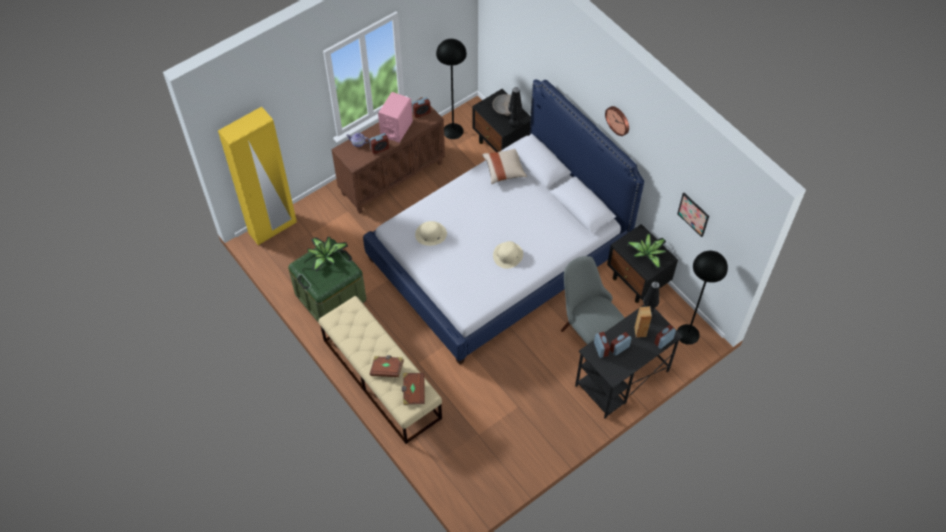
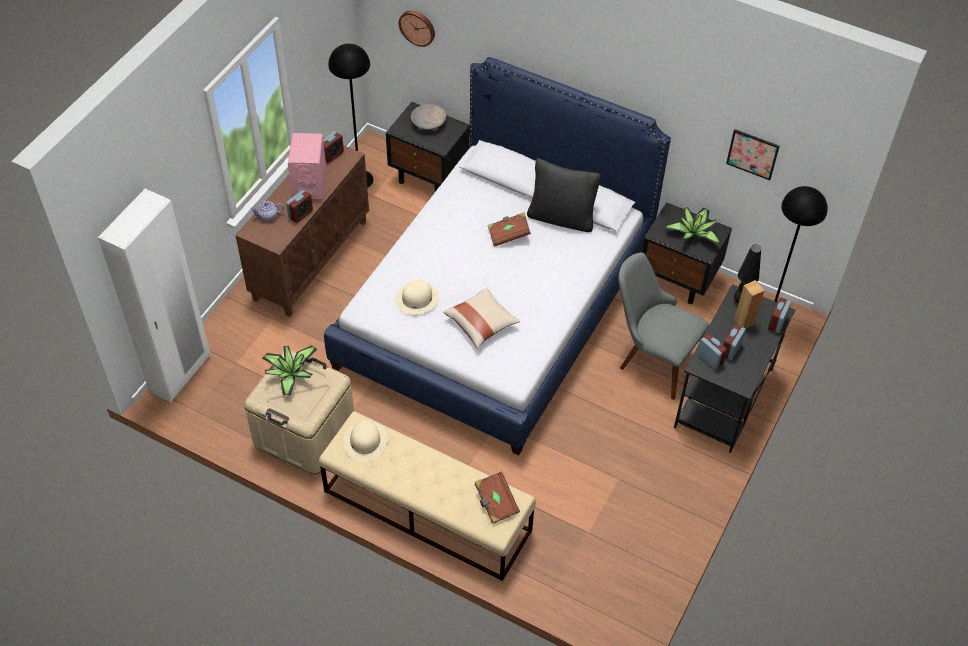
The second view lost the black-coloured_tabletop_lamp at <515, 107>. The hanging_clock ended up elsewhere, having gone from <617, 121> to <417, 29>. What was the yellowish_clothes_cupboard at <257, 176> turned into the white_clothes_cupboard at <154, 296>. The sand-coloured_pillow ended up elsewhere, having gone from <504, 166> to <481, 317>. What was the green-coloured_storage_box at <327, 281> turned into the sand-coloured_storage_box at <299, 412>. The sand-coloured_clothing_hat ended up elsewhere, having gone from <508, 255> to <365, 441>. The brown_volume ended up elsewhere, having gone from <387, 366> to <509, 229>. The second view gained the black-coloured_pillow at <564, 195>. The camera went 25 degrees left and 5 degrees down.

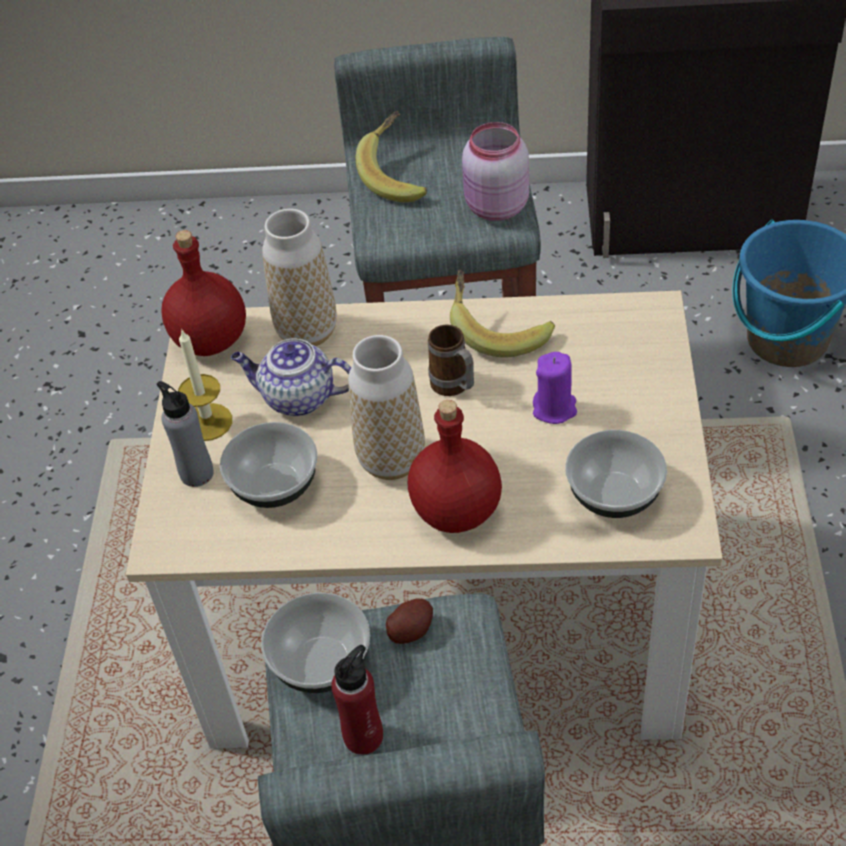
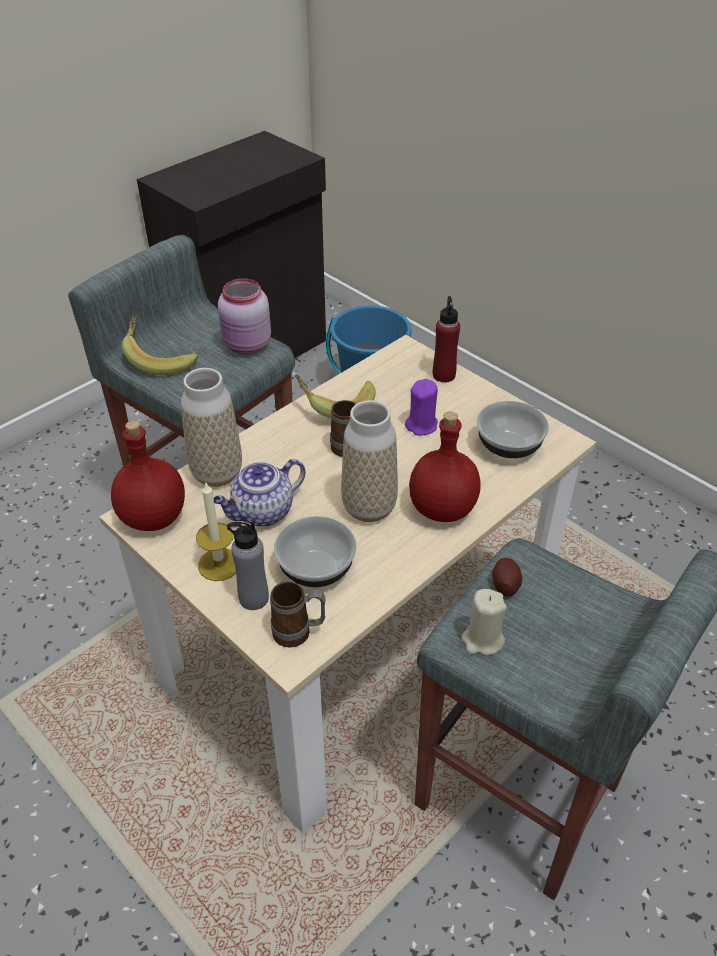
Where the serving_bowl stood at <315, 643>, the sand-coloured_wax_light came to stand at <484, 622>. The reddish_bottle ended up elsewhere, having gone from <357, 700> to <446, 339>. The second view gained the coffee_mug at <297, 614>. The camera went 50 degrees left and 5 degrees down.

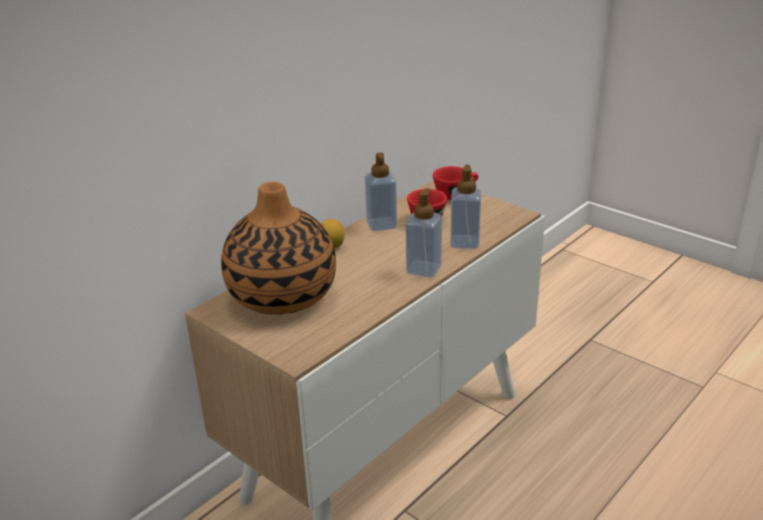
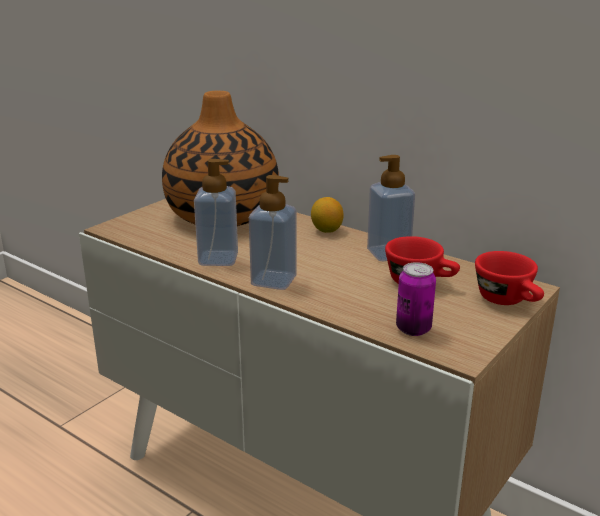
The soap_bottle ended up elsewhere, having gone from <465, 207> to <216, 212>. The second view gained the metal_can at <416, 299>. The camera went 85 degrees right and 5 degrees down.

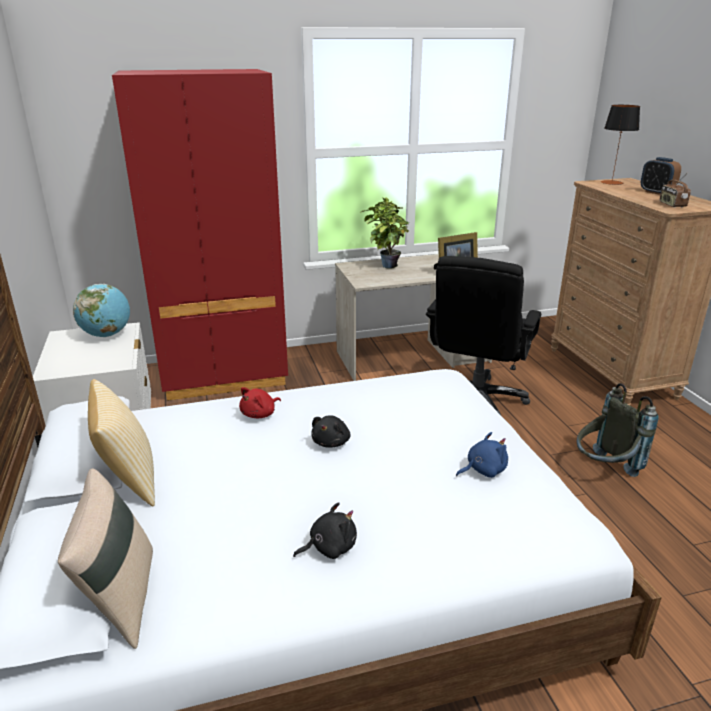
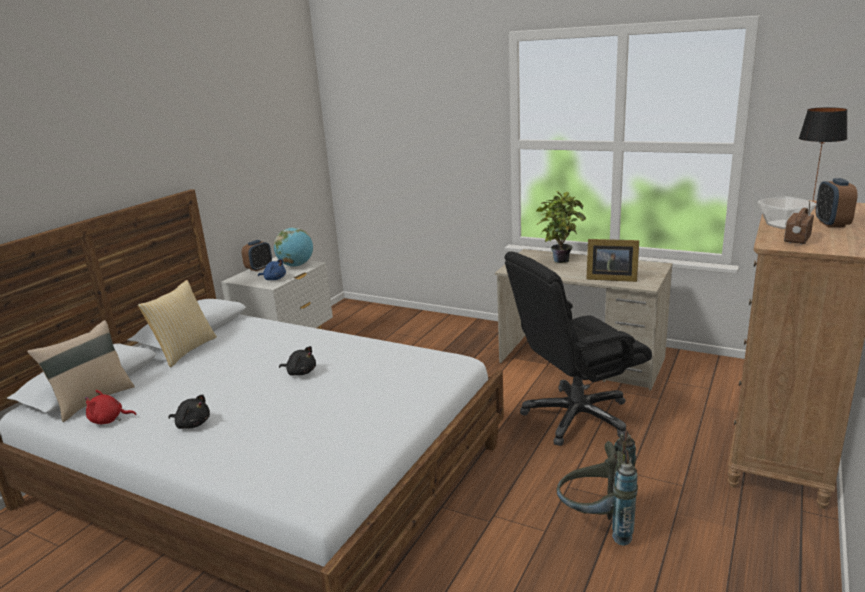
The second view lost the reddish_clothes_cupboard at <200, 235>. The reddish_soft_toy ended up elsewhere, having gone from <260, 402> to <111, 407>. The black-coloured_soft_toy at <331, 431> ended up facing another way, 135 degrees counterclockwise from before. The blue_soft_toy ended up elsewhere, having gone from <482, 455> to <272, 269>. The second view gained the serving_bowl at <787, 212>. The second view gained the alarm_clock at <257, 255>. The camera went 45 degrees right and 5 degrees down.

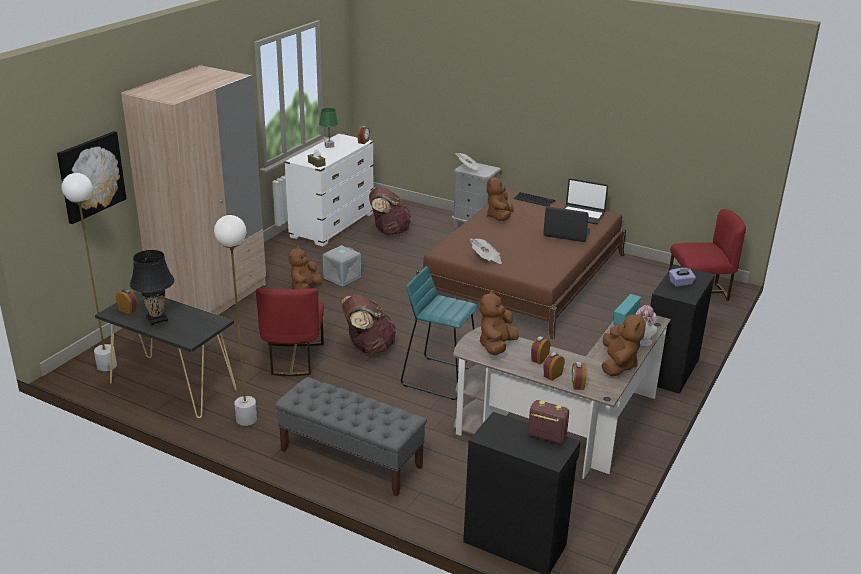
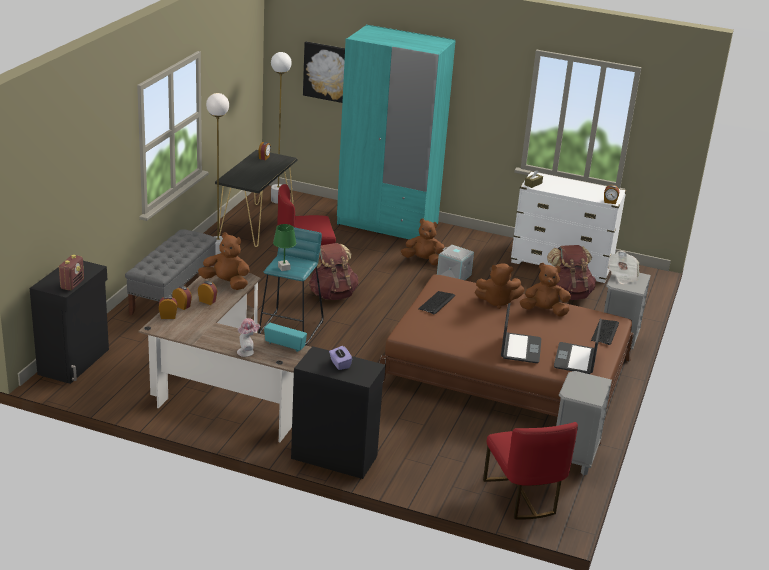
What was the sand-coloured_clothes_cupboard at <193, 190> turned into the turquoise-coloured_clothes_cupboard at <396, 132>. The green-coloured_tabletop_lamp ended up elsewhere, having gone from <329, 128> to <284, 247>. Where the daily_paper stood at <486, 251>, the keyboard came to stand at <436, 302>. The second view lost the black-coloured_tabletop_lamp at <152, 288>. The brown_soft_toy ended up elsewhere, having gone from <624, 344> to <499, 286>. The second view gained the grey_bedside_table at <584, 423>. The camera went 80 degrees right and 0 degrees up.

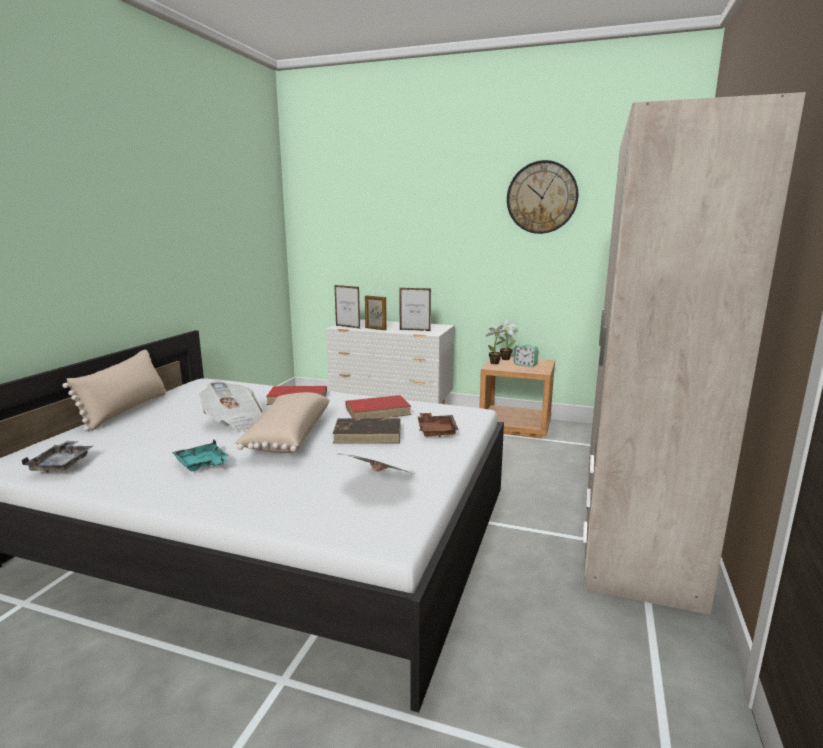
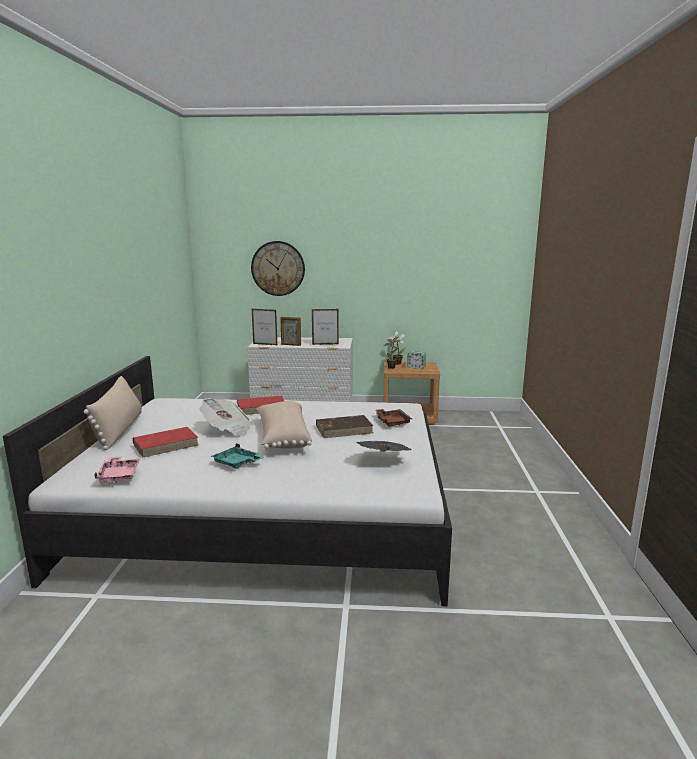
The second view lost the sand-coloured_clothes_cupboard at <694, 353>. The hanging_clock ended up elsewhere, having gone from <542, 197> to <278, 268>. The reddish_volume ended up elsewhere, having gone from <379, 406> to <165, 442>. What was the grey_tray at <57, 457> turned into the pinkish_tray at <117, 469>. The camera went 15 degrees left and 0 degrees up.

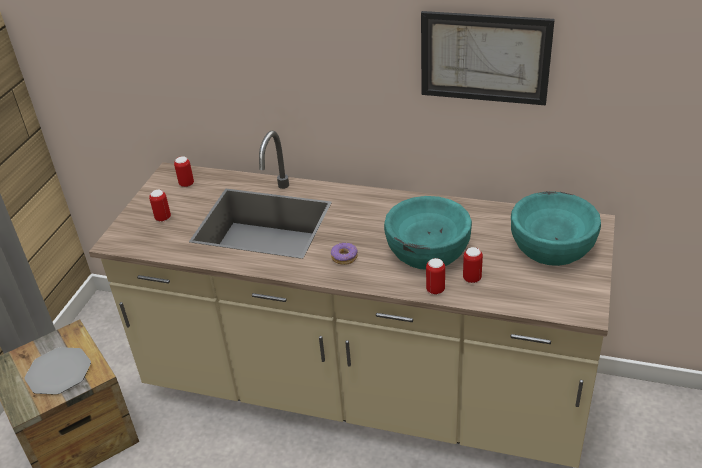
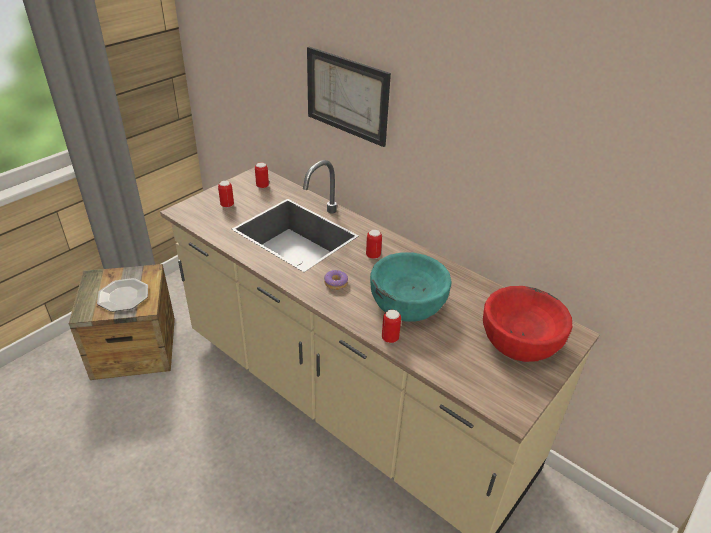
The wall_picture ended up elsewhere, having gone from <488, 58> to <349, 97>. What was the turquoise-coloured_serving_bowl at <556, 228> turned into the reddish_serving_bowl at <527, 324>. The metal_can ended up elsewhere, having gone from <473, 265> to <374, 244>. The camera went 20 degrees right and 0 degrees up.

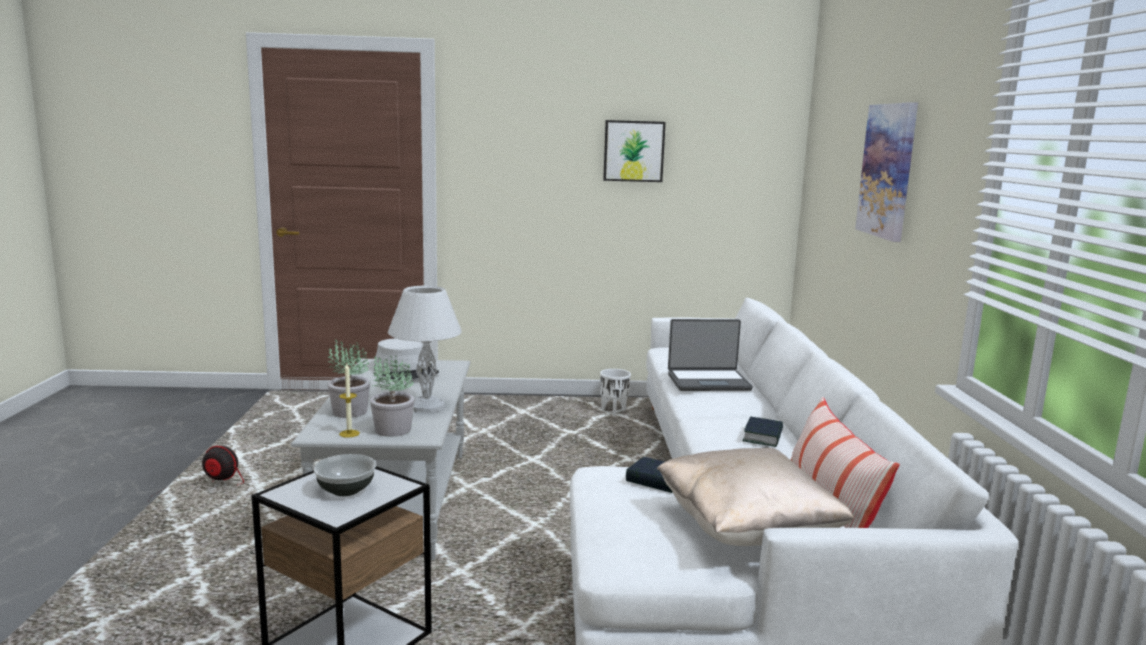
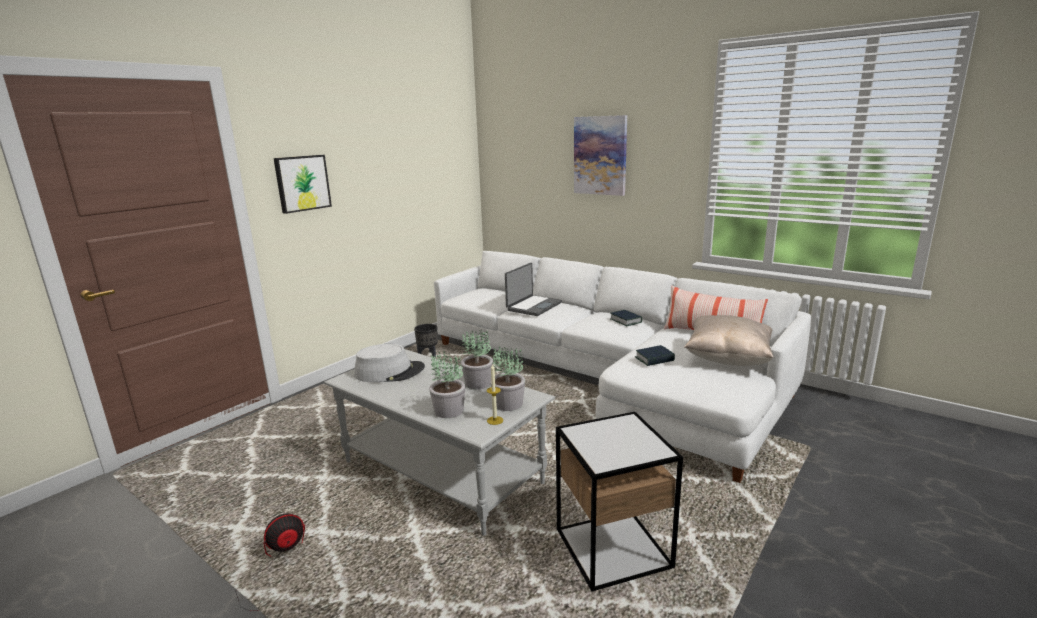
The wall_picture ended up elsewhere, having gone from <634, 151> to <303, 184>. Where the white_tabletop_lamp stood at <425, 349>, the houseplant came to stand at <477, 359>. What was the white_plant_pot at <615, 392> turned into the black-coloured_plant_pot at <426, 341>. The second view lost the serving_bowl at <344, 475>. The camera went 50 degrees left and 5 degrees up.

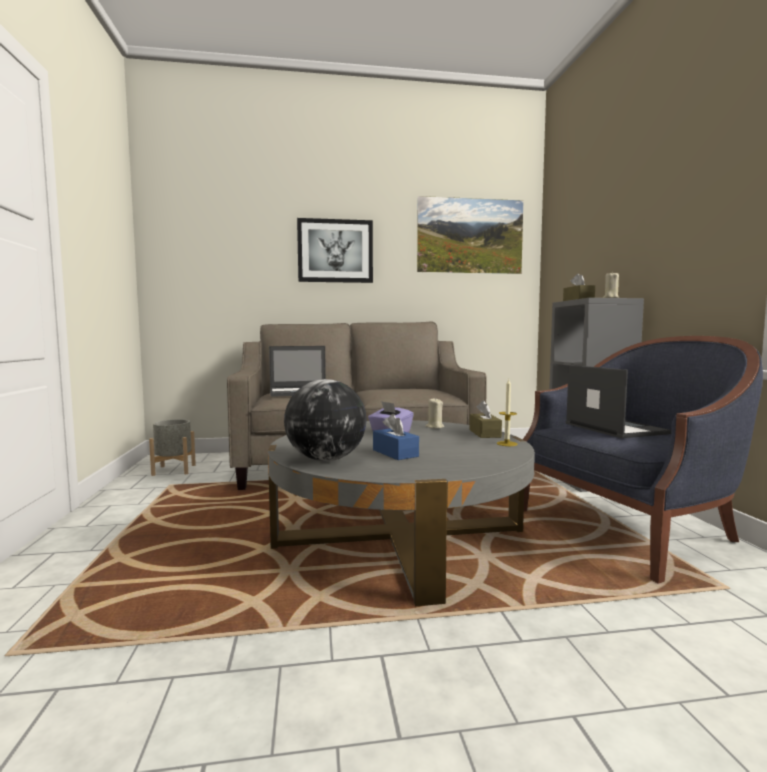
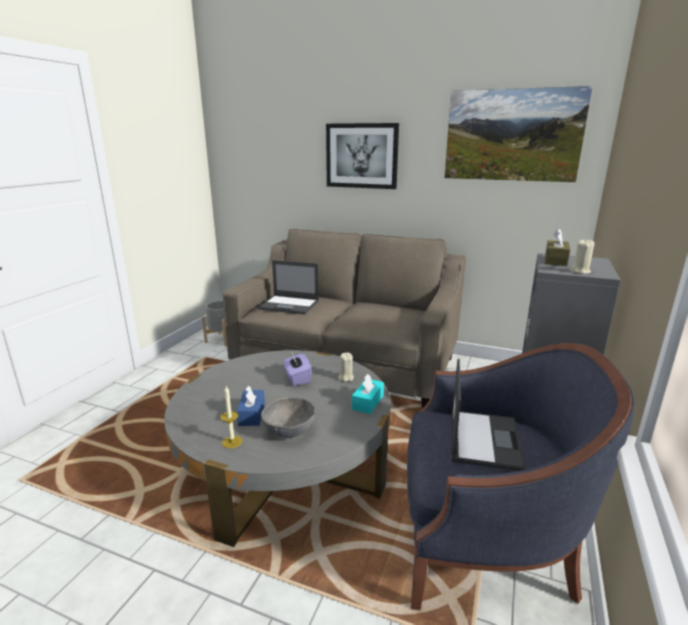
The second view lost the globe at <325, 420>. The wax_light ended up elsewhere, having gone from <507, 412> to <231, 417>. What was the brown_tissue_holder at <485, 419> turned into the turquoise-coloured_tissue_holder at <368, 394>. The second view gained the grey_serving_bowl at <288, 417>. The camera went 30 degrees right and 15 degrees up.

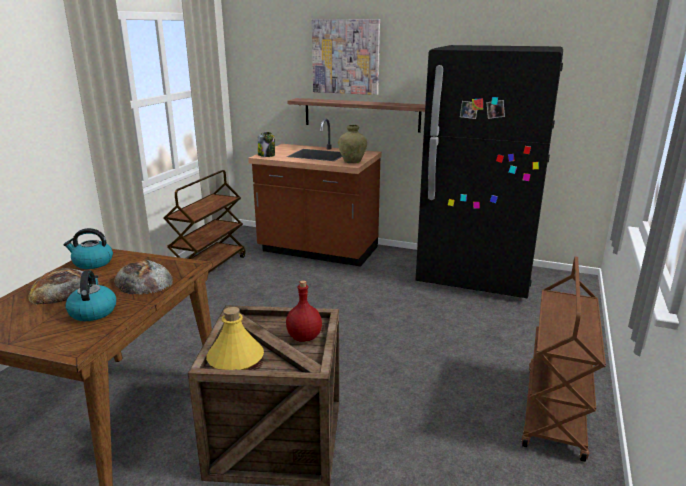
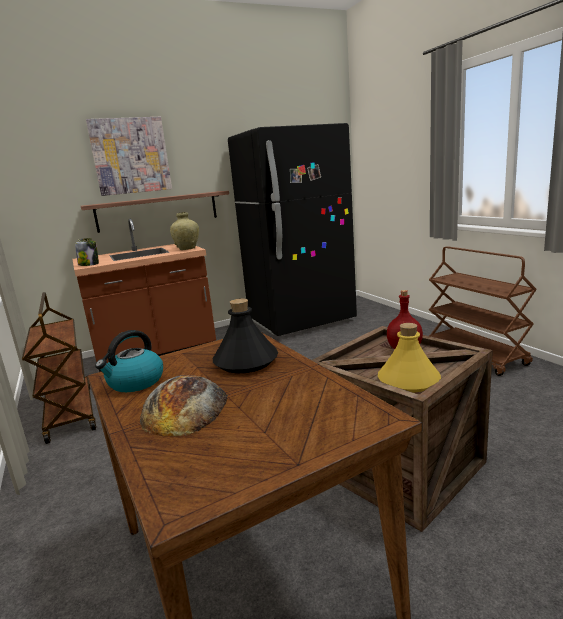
Where the bakery_bread stood at <143, 277>, the black-coloured_bottle came to stand at <245, 335>. The second view lost the kettle at <90, 295>. The camera went 45 degrees left and 5 degrees down.

